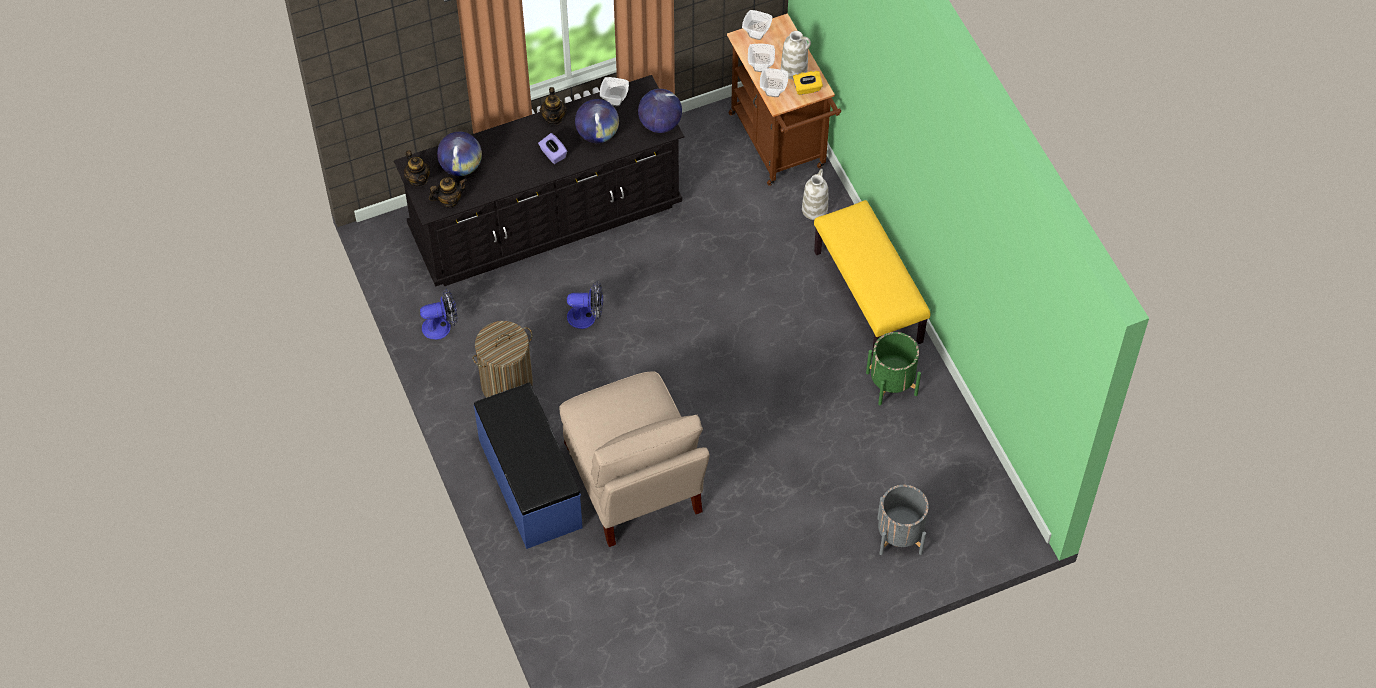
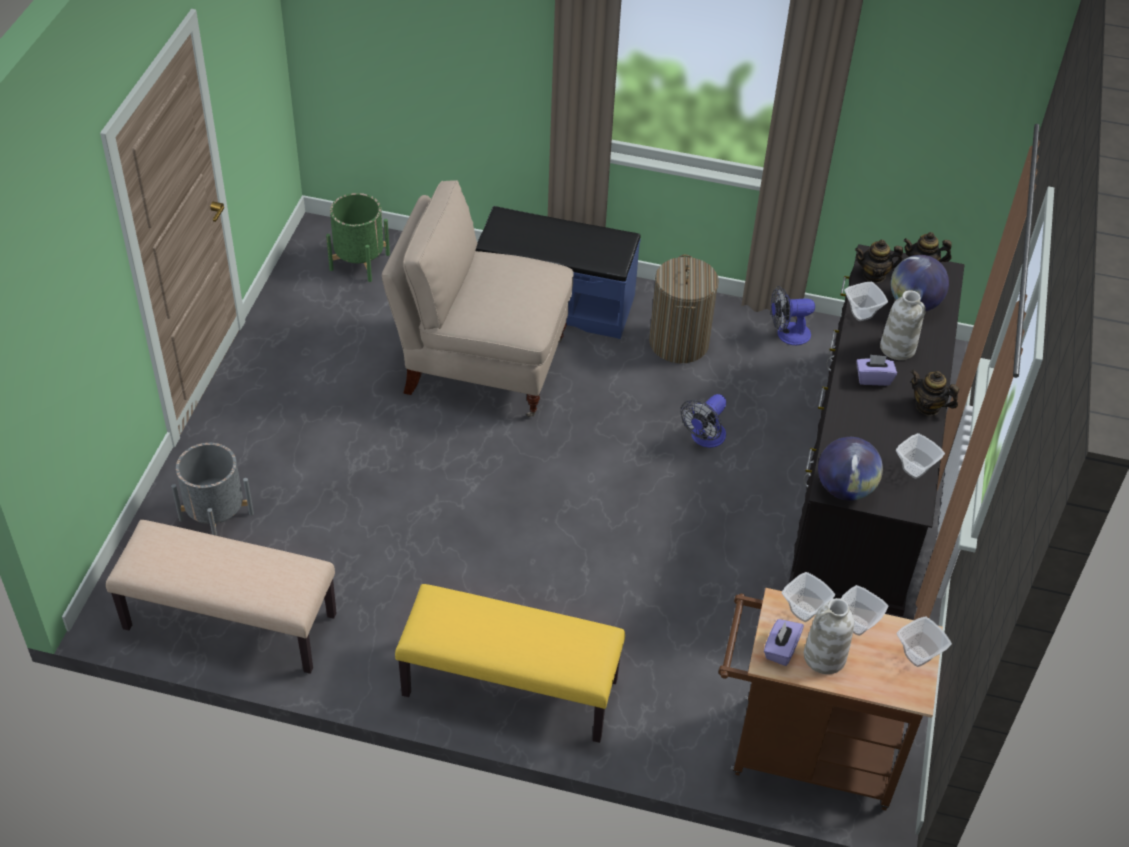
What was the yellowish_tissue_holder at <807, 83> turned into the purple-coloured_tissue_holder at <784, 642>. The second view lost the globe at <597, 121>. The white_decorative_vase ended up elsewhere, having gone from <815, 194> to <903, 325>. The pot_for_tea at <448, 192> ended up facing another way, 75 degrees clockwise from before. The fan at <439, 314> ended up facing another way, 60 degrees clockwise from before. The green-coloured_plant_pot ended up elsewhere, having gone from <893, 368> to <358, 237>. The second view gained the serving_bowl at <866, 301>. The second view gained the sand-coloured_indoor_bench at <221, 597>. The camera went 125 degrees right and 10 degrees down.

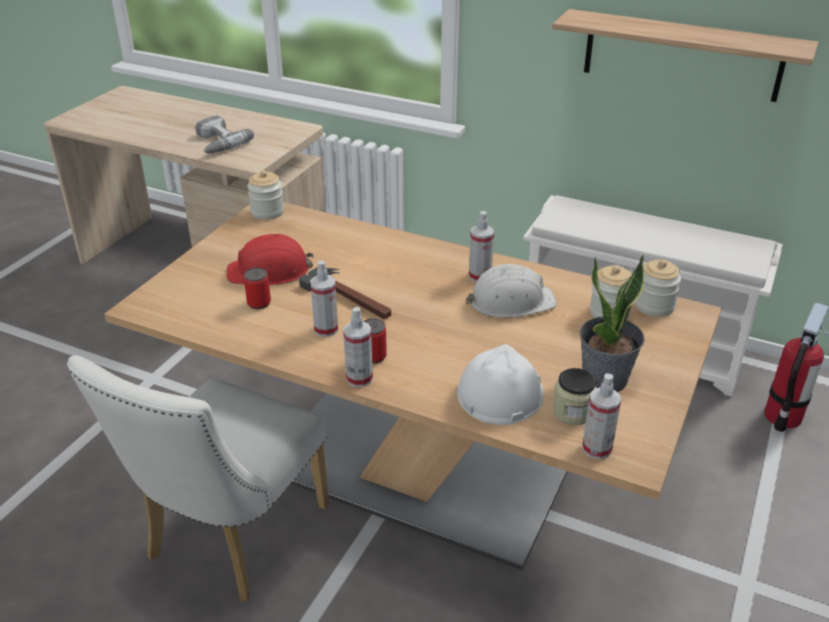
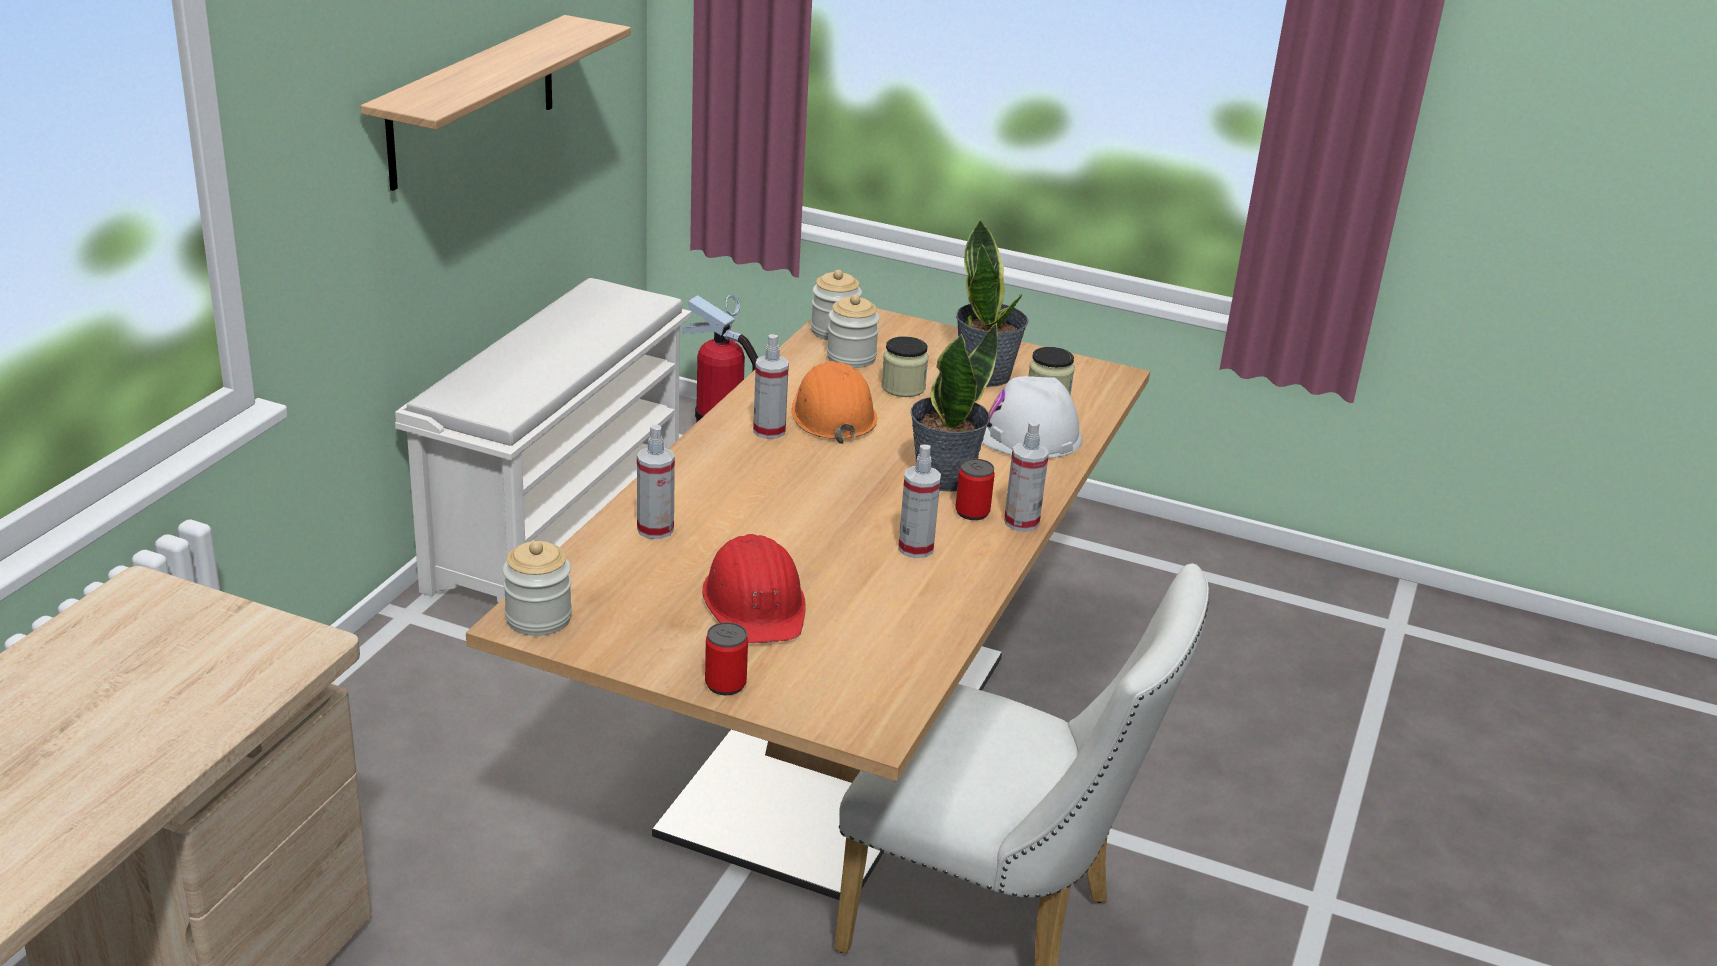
The second view lost the drill at <224, 134>. What was the white_hard_hat at <511, 291> turned into the orangey_hard_hat at <834, 402>. The second view lost the hammer at <345, 293>. The metal_can ended up elsewhere, having gone from <257, 288> to <726, 658>. The spray_bottle ended up elsewhere, having gone from <601, 416> to <656, 481>. The second view gained the houseplant at <954, 407>. The second view gained the jar at <904, 366>. The camera went 95 degrees left and 5 degrees down.

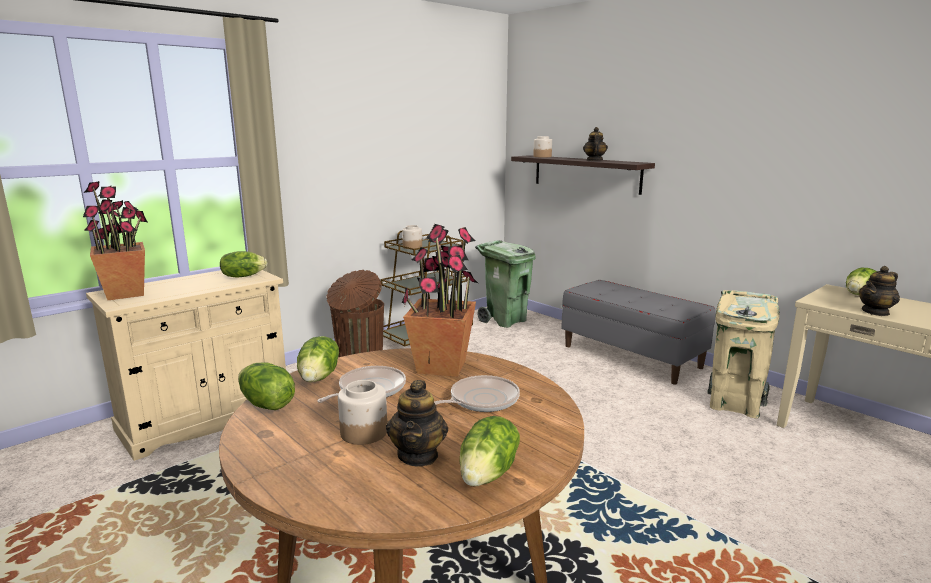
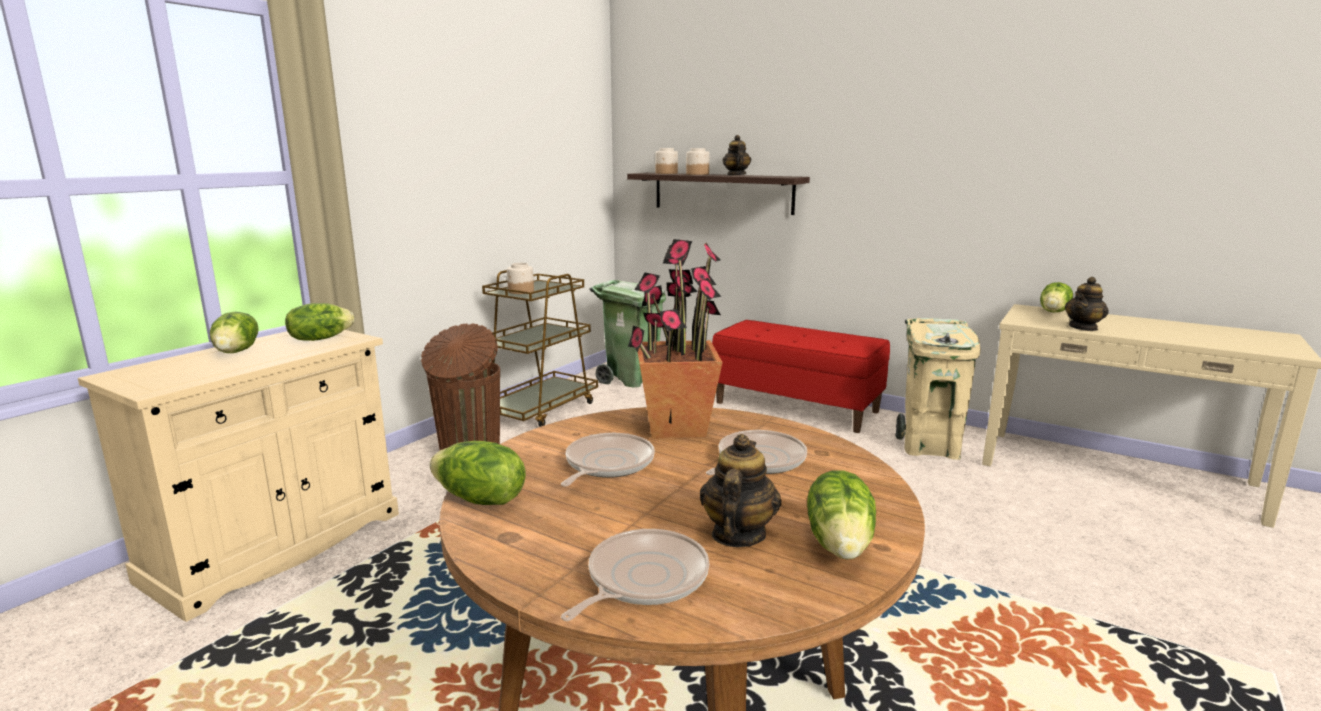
The second view lost the houseplant at <115, 240>. What was the grey_indoor_bench at <638, 332> turned into the reddish_indoor_bench at <801, 376>. The lettuce_head ended up elsewhere, having gone from <318, 359> to <234, 332>. The jar ended up elsewhere, having gone from <362, 412> to <698, 161>. The pot_for_tea at <417, 423> ended up facing another way, 150 degrees counterclockwise from before. The second view gained the frying_pan at <635, 575>. The camera went 15 degrees left and 0 degrees up.

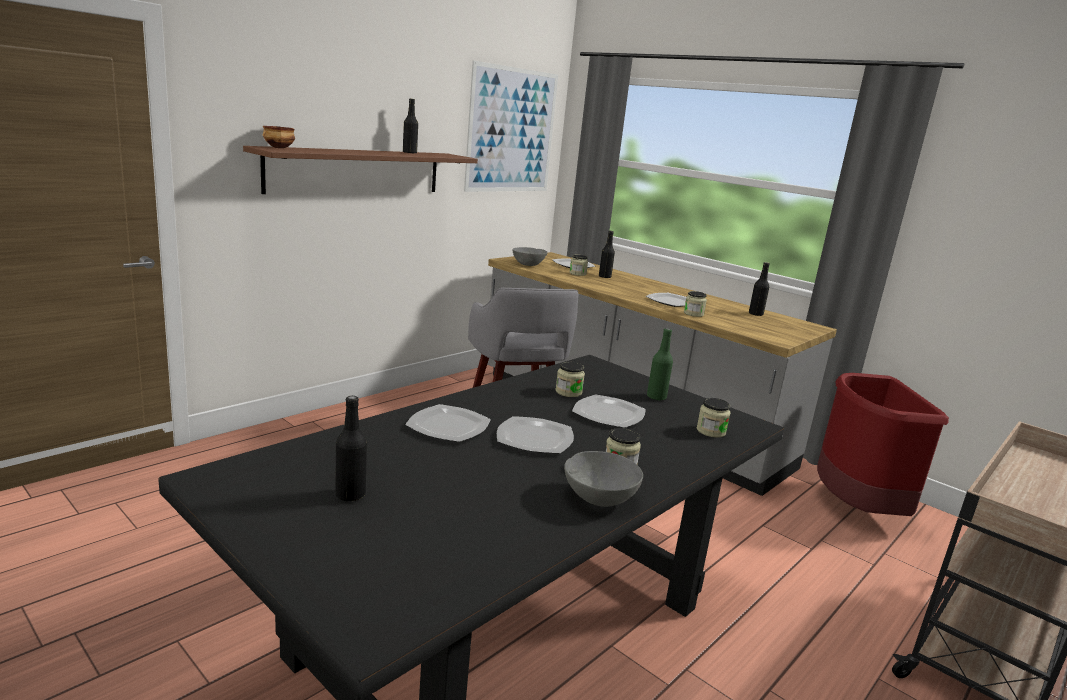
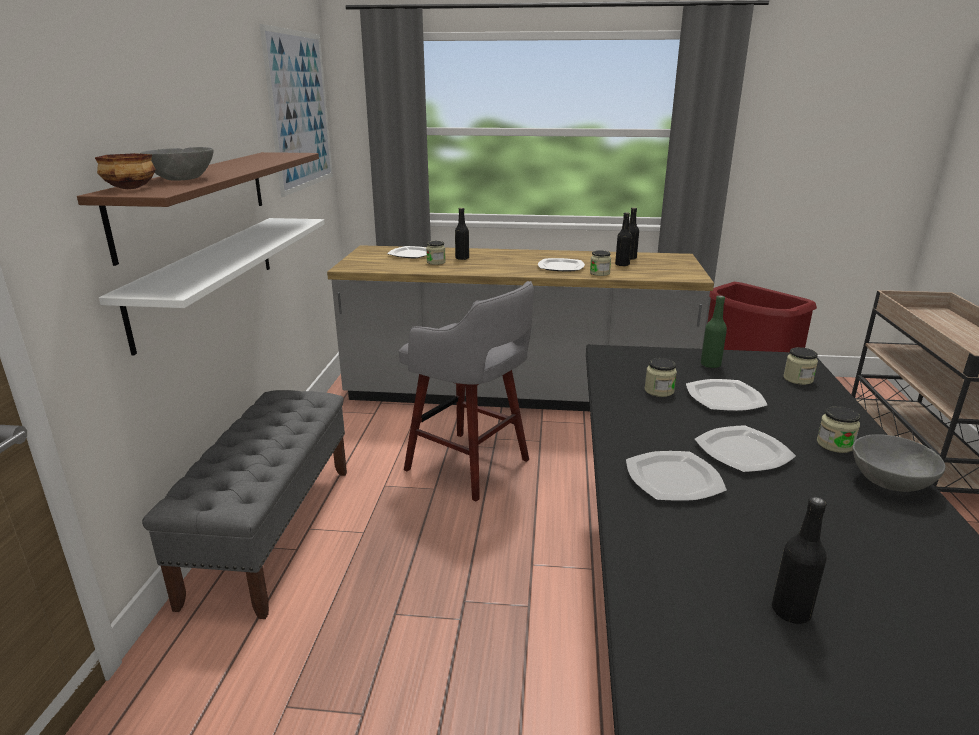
The black-coloured_bottle ended up elsewhere, having gone from <410, 126> to <623, 239>. The grey_serving_bowl ended up elsewhere, having gone from <530, 256> to <177, 164>. The second view gained the white_shelf at <212, 287>. The second view gained the grey_indoor_bench at <244, 504>. The camera went 35 degrees left and 5 degrees up.

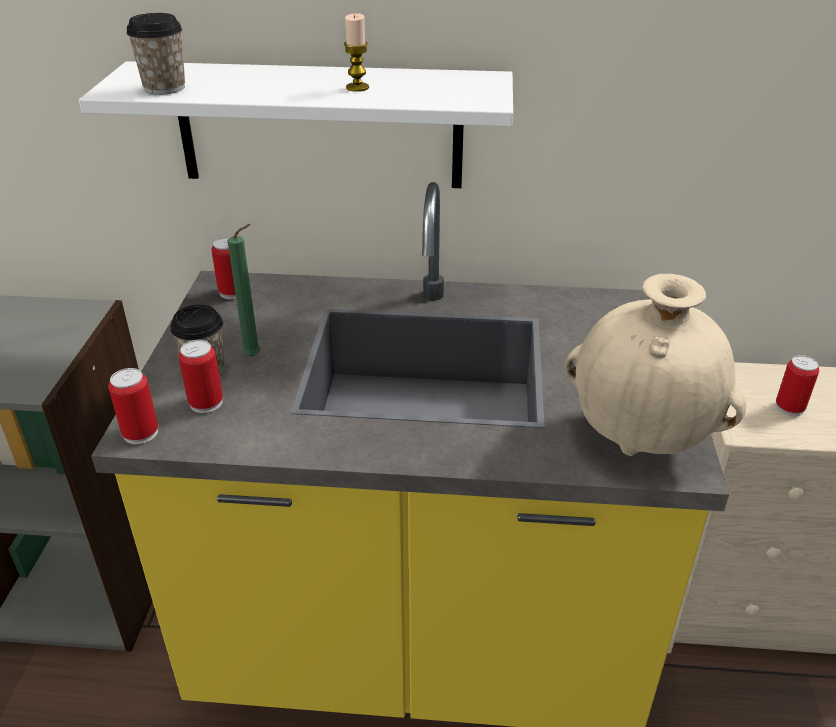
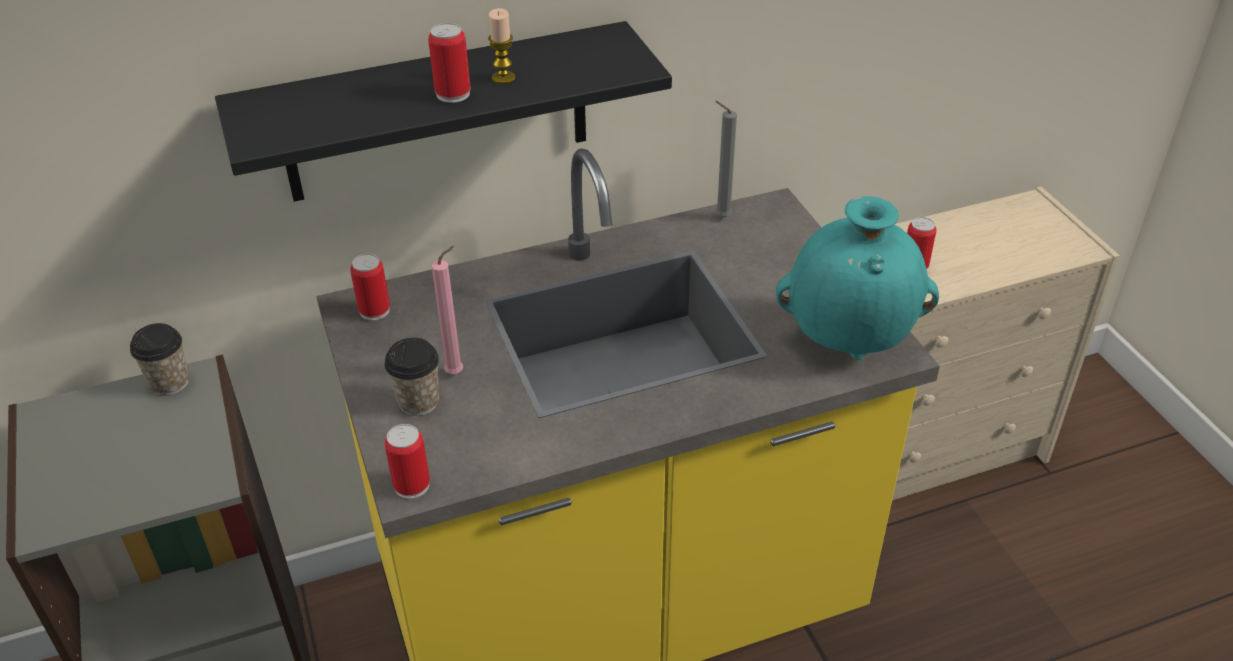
The drinking_cup ended up elsewhere, having gone from <155, 54> to <159, 359>. What was the white_shelf at <296, 124> turned into the black-coloured_shelf at <443, 111>. What was the green-coloured_wax_light at <244, 290> turned into the pinkish_wax_light at <447, 310>. What was the sand-coloured_decorative_vase at <655, 364> turned into the turquoise-coloured_decorative_vase at <857, 278>. The metal_can ended up elsewhere, having gone from <201, 376> to <449, 63>. The second view gained the grey_wax_light at <726, 159>. The camera went 25 degrees left and 5 degrees up.

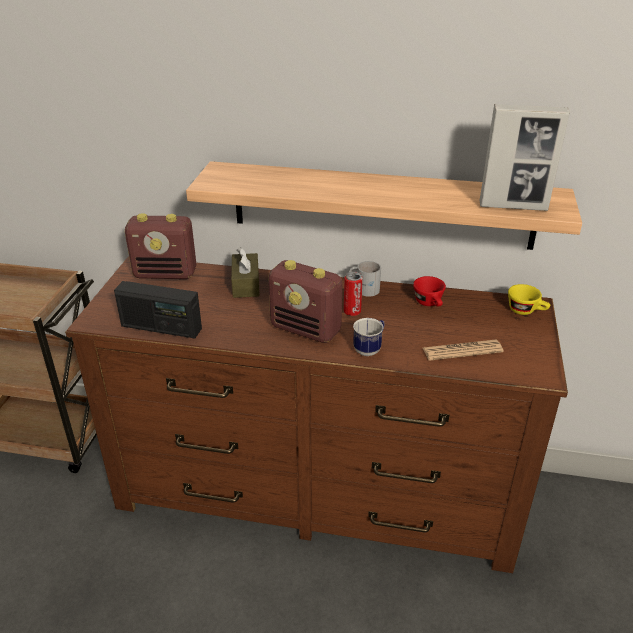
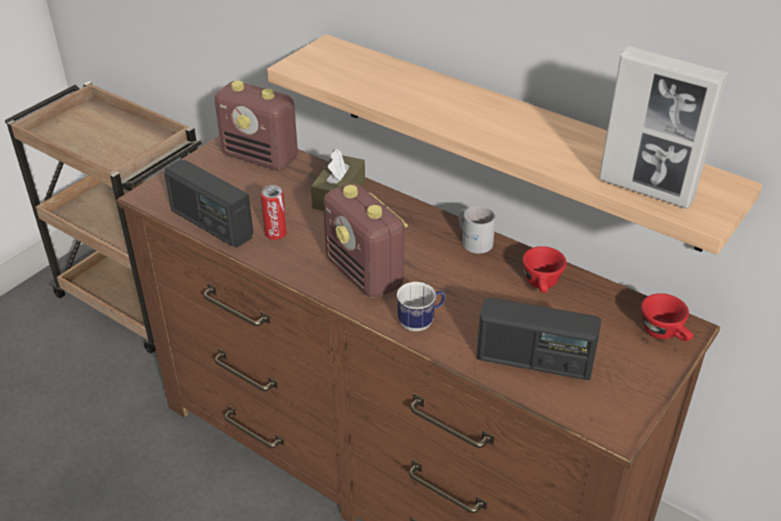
The metal_can ended up elsewhere, having gone from <353, 294> to <274, 212>. What was the yellowish_drinking_cup at <529, 299> turned into the reddish_drinking_cup at <667, 317>. Where the daily_paper stood at <463, 350>, the radio_receiver came to stand at <538, 338>. The camera went 25 degrees right and 5 degrees up.

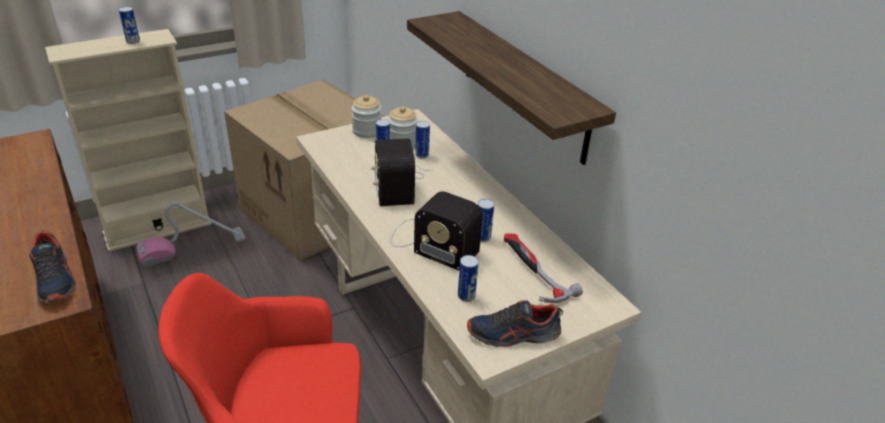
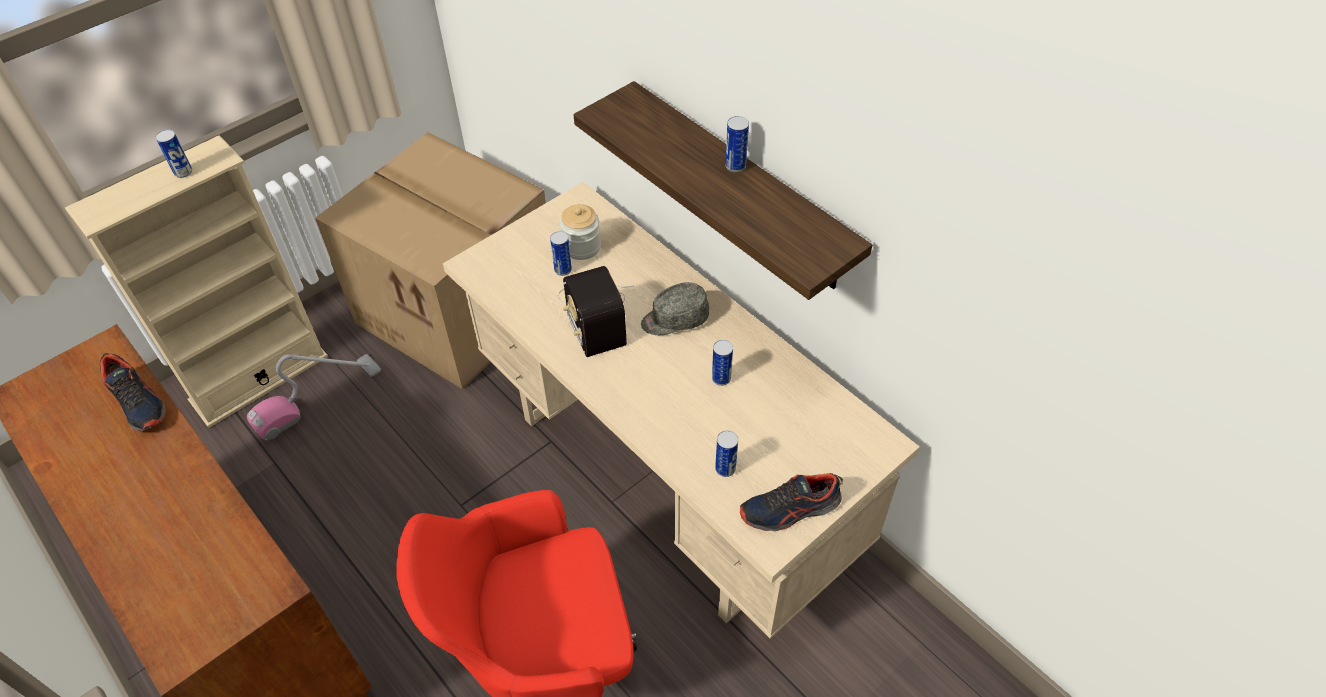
The second view lost the jar at <366, 116>. The metal_can ended up elsewhere, having gone from <422, 139> to <737, 144>. The second view lost the radio_receiver at <436, 231>. The shoe ended up elsewhere, having gone from <52, 267> to <132, 392>. The second view lost the hammer at <543, 268>. The second view gained the grey_cap at <675, 308>. The camera went 10 degrees left and 15 degrees up.

